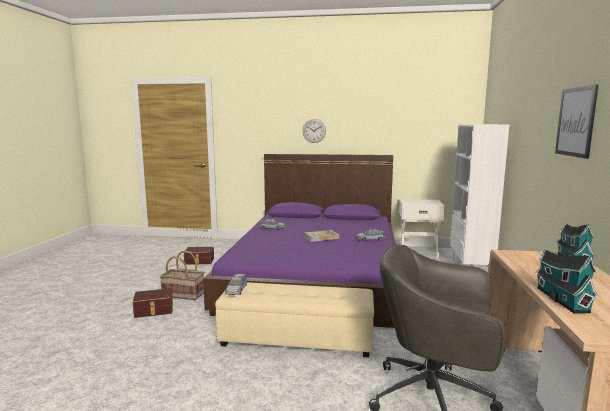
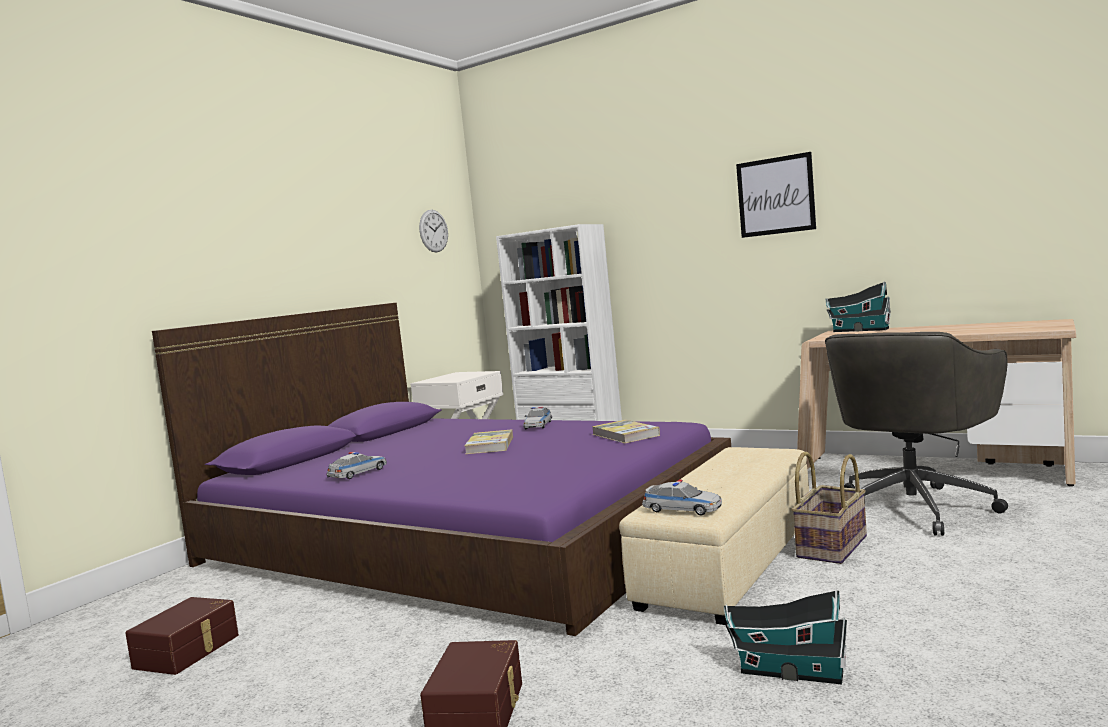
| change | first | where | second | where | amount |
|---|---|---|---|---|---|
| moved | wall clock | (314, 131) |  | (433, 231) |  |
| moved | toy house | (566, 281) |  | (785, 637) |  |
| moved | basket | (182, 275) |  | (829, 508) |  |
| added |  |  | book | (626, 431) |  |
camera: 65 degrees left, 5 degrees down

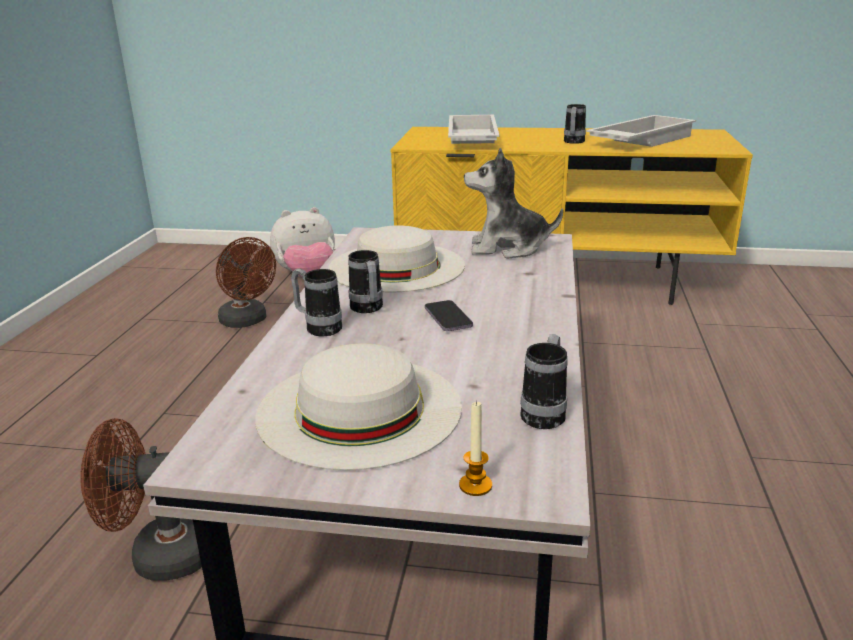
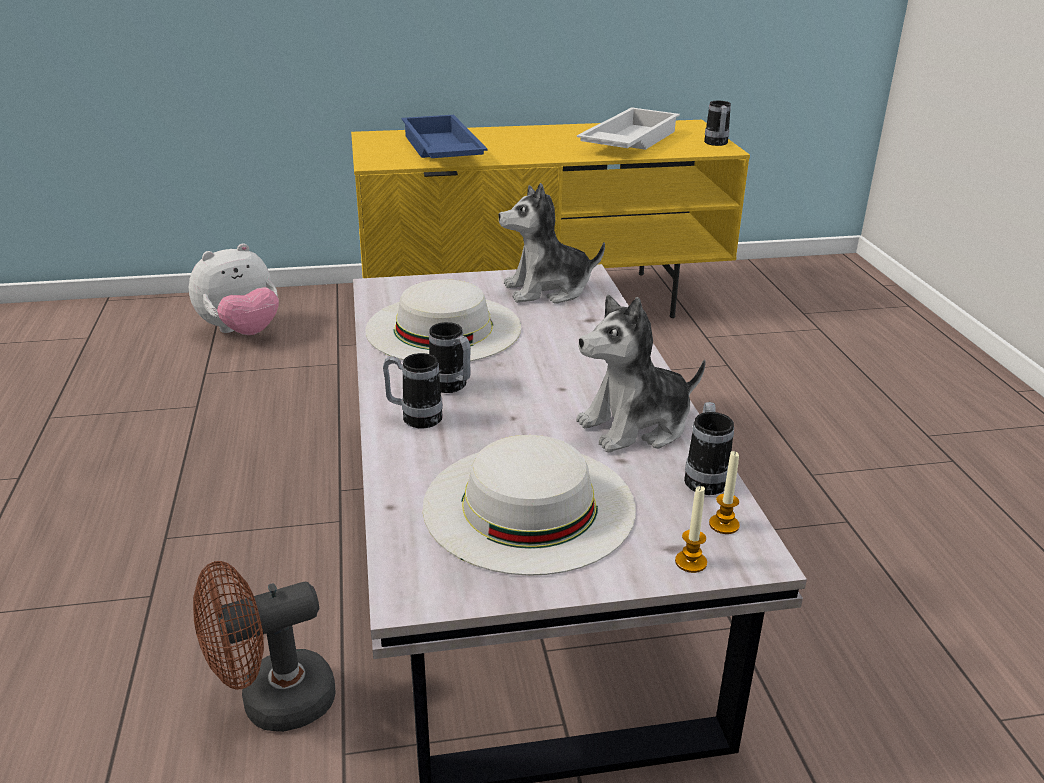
| change | first | where | second | where | amount |
|---|---|---|---|---|---|
| moved | mug | (575, 124) |  | (717, 123) |  |
| recoloured | white tray | (474, 129) | blue tray | (444, 136) |  |
| removed | brown fan | (246, 282) |  |  |  |
| removed | phone | (449, 315) |  |  |  |
| added |  |  | plush toy | (641, 373) |  |
| added |  |  | candle | (724, 492) |  |
camera: 20 degrees left, 5 degrees up

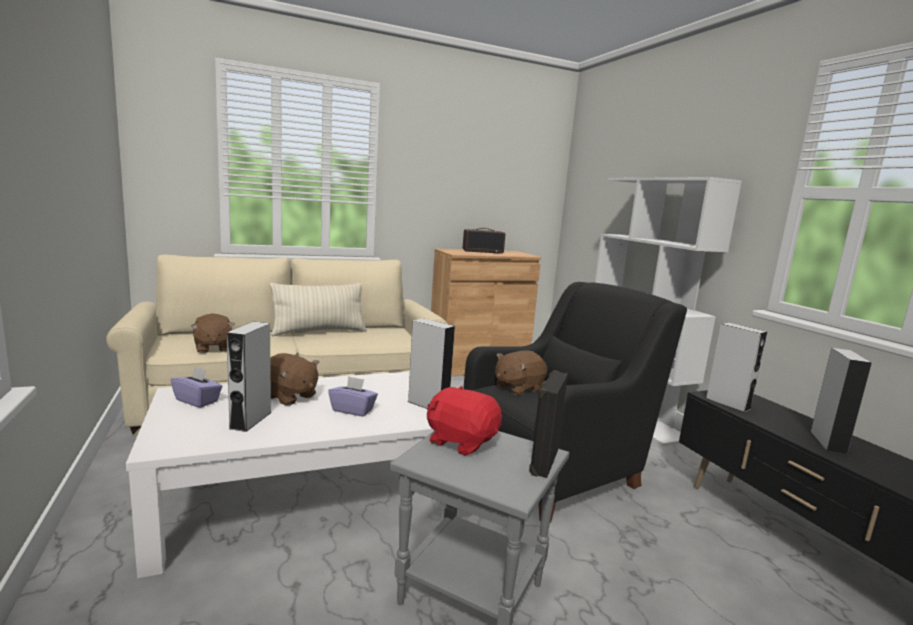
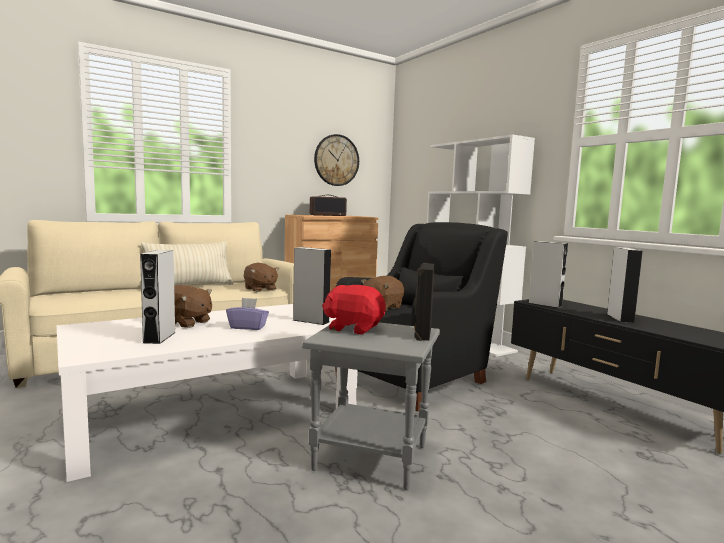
| change | first | where | second | where | amount |
|---|---|---|---|---|---|
| moved | brown plush toy | (213, 333) |  | (261, 277) |  |
| removed | purple tissue box | (197, 387) |  |  |  |
| added |  |  | wall clock | (336, 160) |  |
camera: 10 degrees left, 5 degrees down

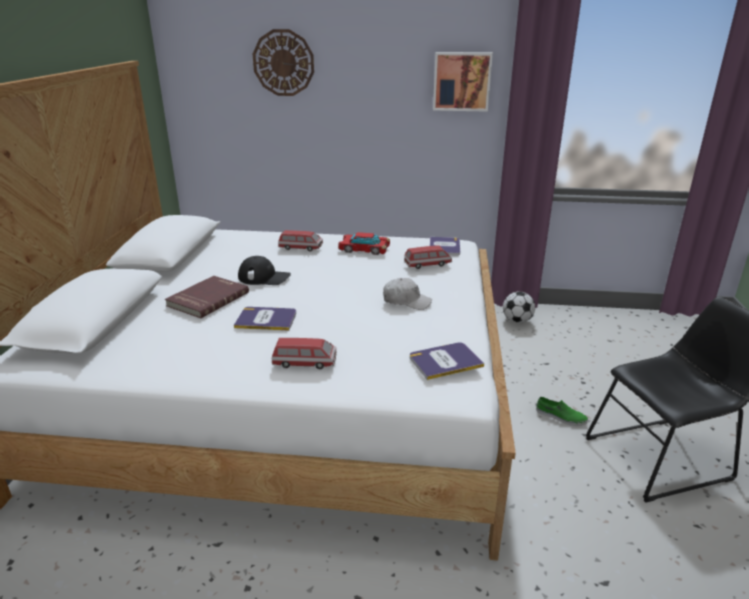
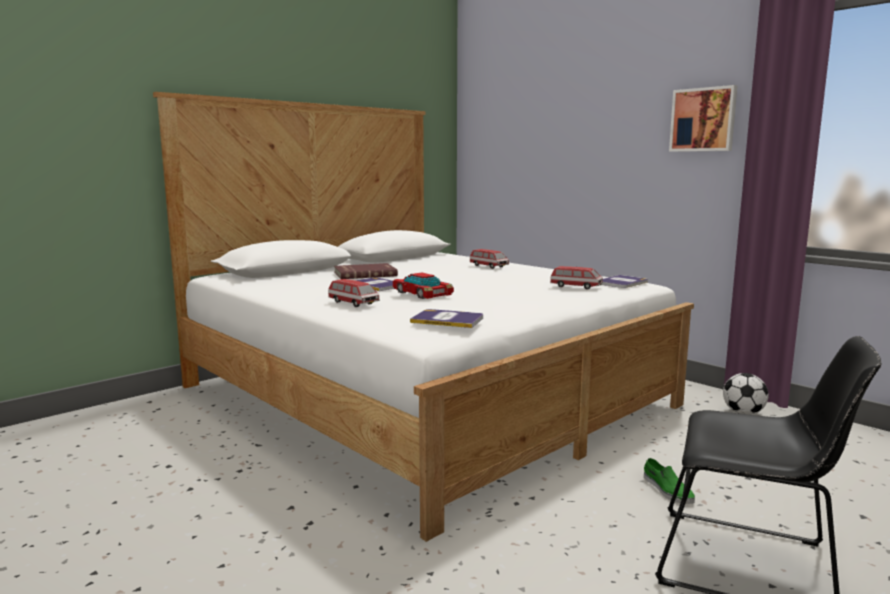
| change | first | where | second | where | amount |
|---|---|---|---|---|---|
| removed | wall clock | (283, 62) |  |  |  |
| moved | toy car | (364, 243) |  | (423, 286) |  |
| removed | black cap | (264, 270) |  |  |  |
| removed | white cap | (407, 294) |  |  |  |
camera: 40 degrees right, 15 degrees down

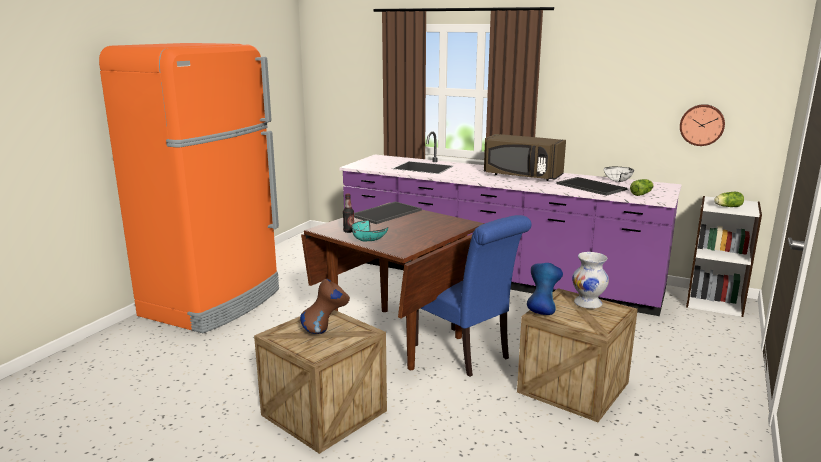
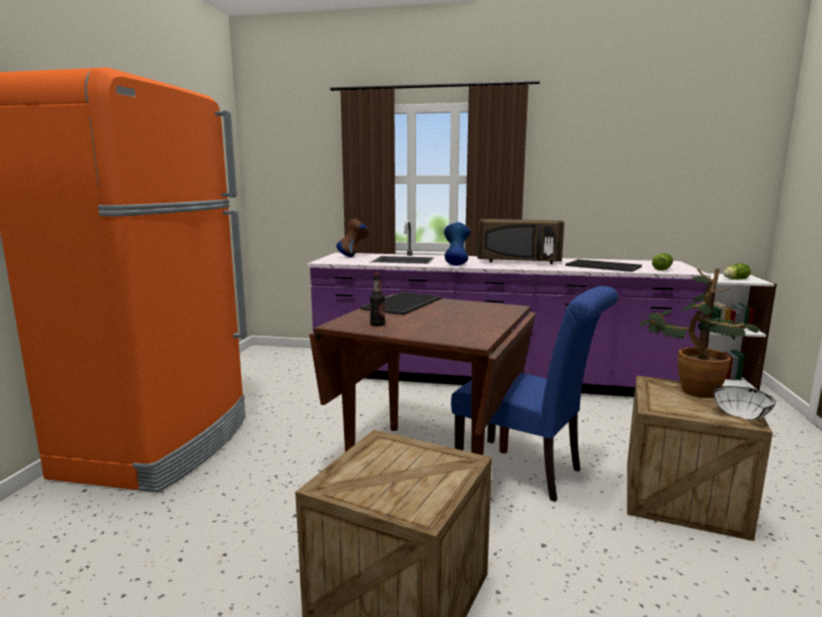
| change | first | where | second | where | amount |
|---|---|---|---|---|---|
| removed | wall clock | (702, 125) |  |  |  |
| moved | white bowl | (619, 174) |  | (744, 403) |  |
| removed | turquoise bowl | (369, 231) |  |  |  |
| replaced | white vase | (590, 280) | potted plant | (699, 333) |  |
| moved | blue vase | (545, 289) |  | (457, 243) |  |
| moved | brown vase | (325, 306) |  | (352, 237) |  |
camera: 15 degrees left, 5 degrees down

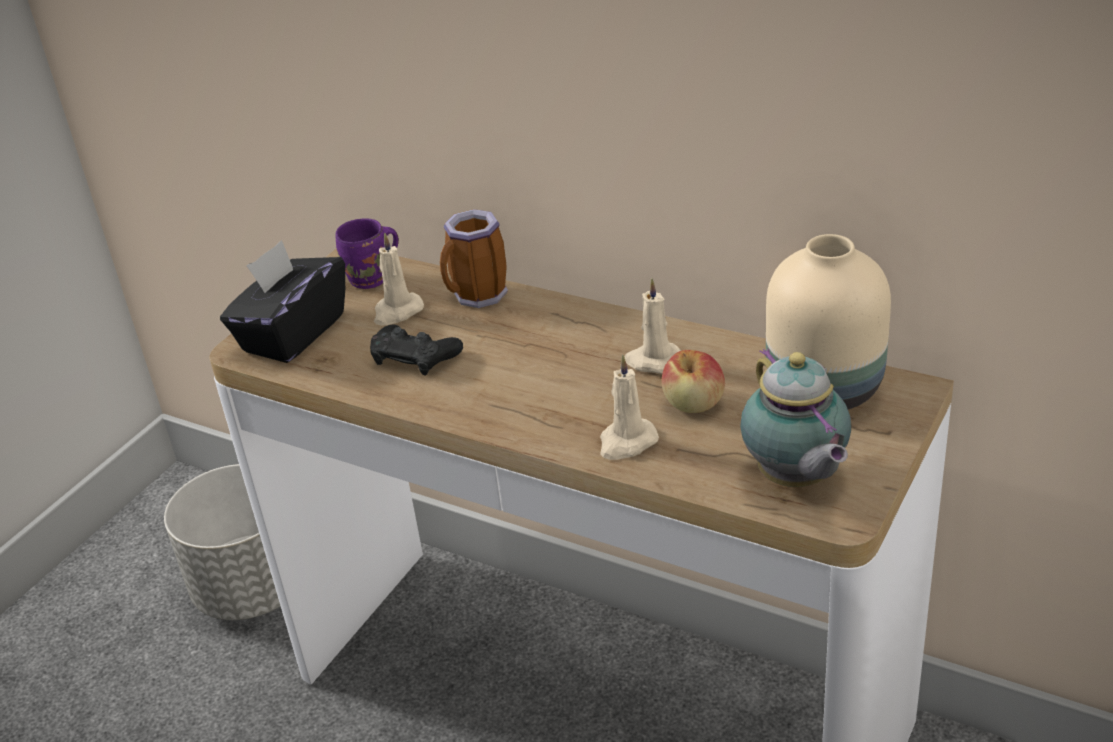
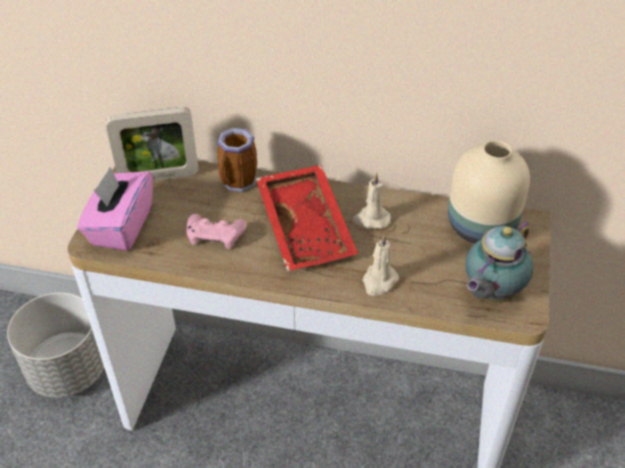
| change | first | where | second | where | amount |
|---|---|---|---|---|---|
| replaced | purple mug | (367, 253) | picture frame | (152, 144) |  |
| removed | beige candle | (399, 279) |  |  |  |
| recoloured | black tissue box | (282, 301) | pink tissue box | (115, 209) |  |
| recoloured | black game controller | (416, 349) | pink game controller | (217, 231) |  |
| turned | teapot | (795, 417) |  | (499, 262) | 75 degrees clockwise |
| removed | apple | (693, 381) |  |  |  |
| added |  |  | red tray | (307, 218) |  |
camera: 20 degrees left, 10 degrees up

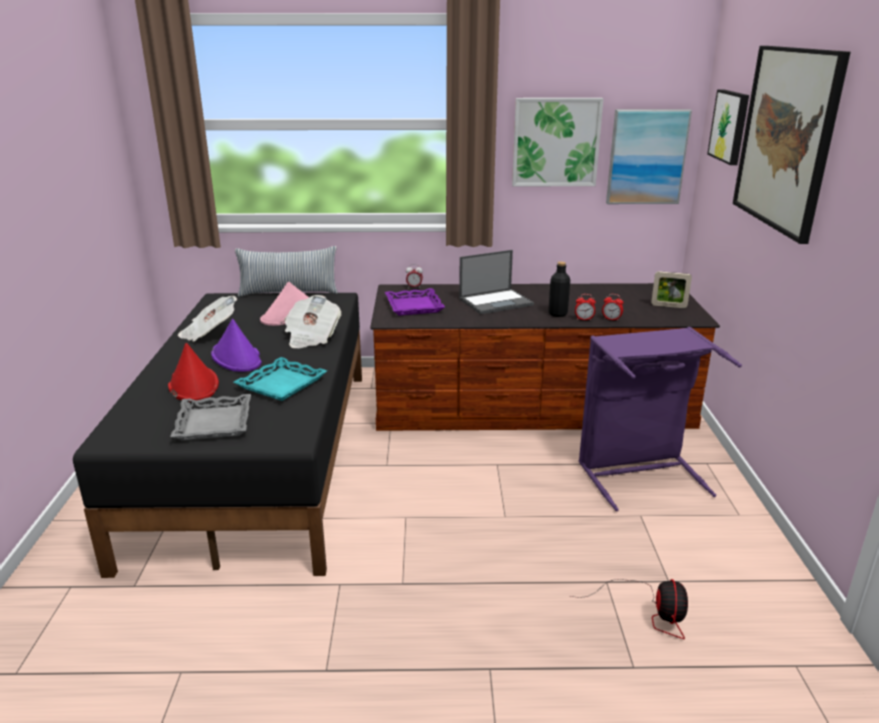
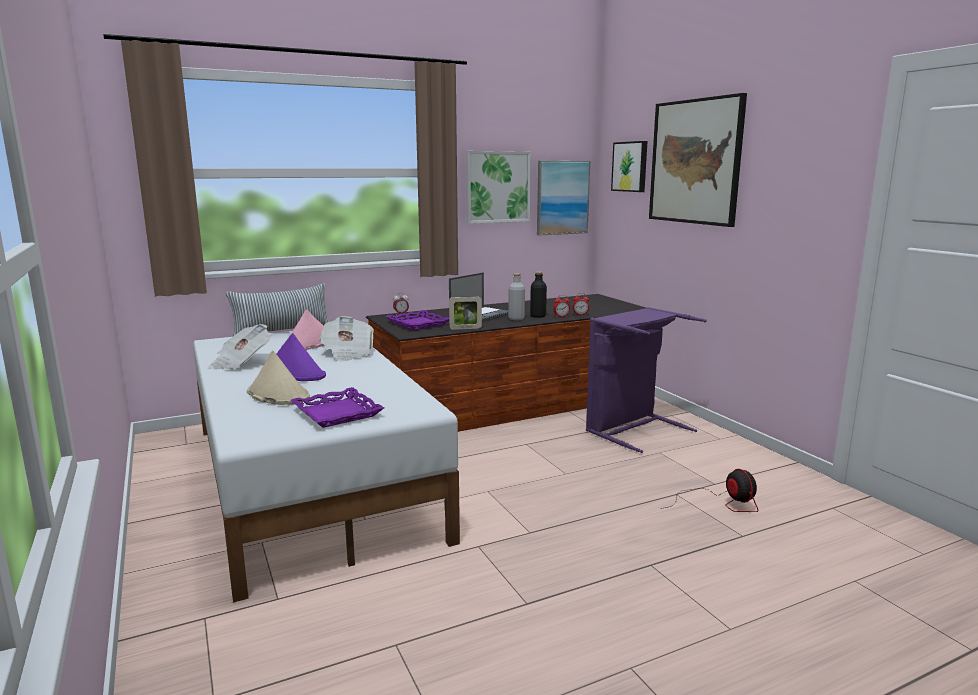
| change | first | where | second | where | amount |
|---|---|---|---|---|---|
| moved | picture frame | (671, 289) |  | (465, 313) |  |
| recoloured | black bed | (217, 435) | white bed | (326, 466) |  |
| recoloured | red hat | (193, 372) | beige hat | (278, 377) |  |
| removed | turquoise tray | (280, 379) |  |  |  |
| recoloured | grey tray | (210, 417) | purple tray | (337, 407) |  |
| added |  |  | grey bottle | (516, 297) |  |
camera: 25 degrees left, 10 degrees down

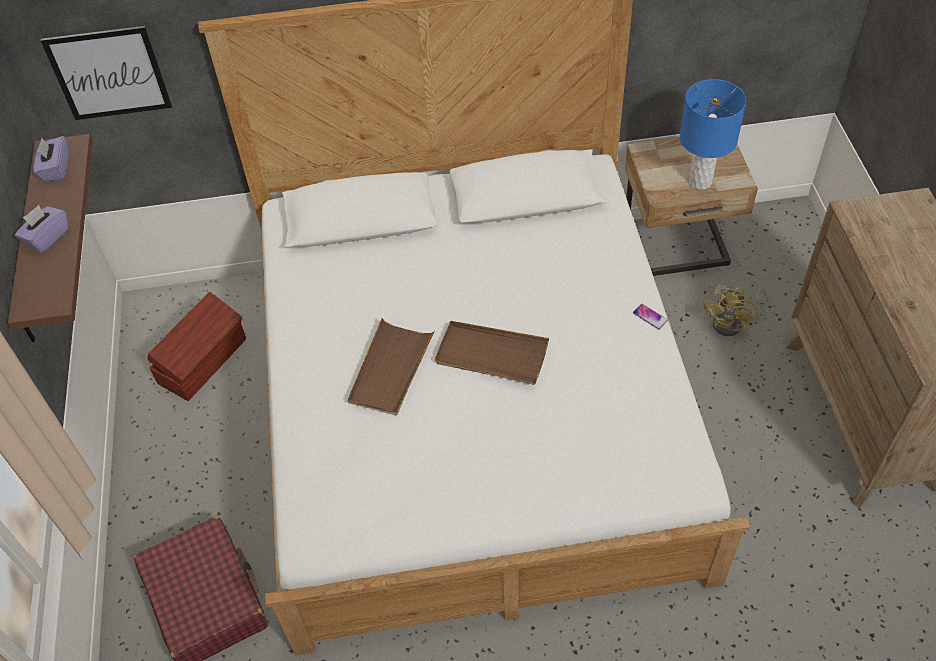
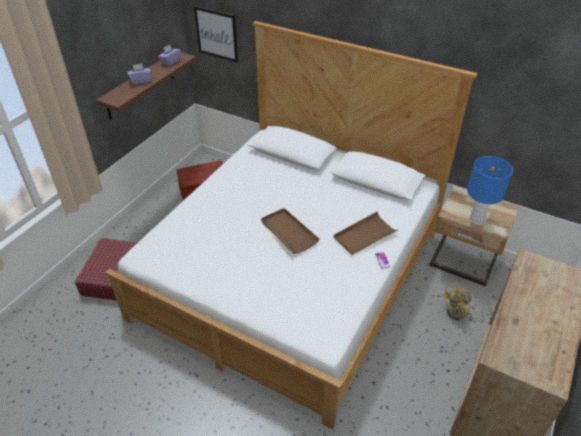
| change | first | where | second | where | amount |
|---|---|---|---|---|---|
| moved | brown tray | (391, 367) |  | (366, 233) |  |
camera: 35 degrees right, 10 degrees down

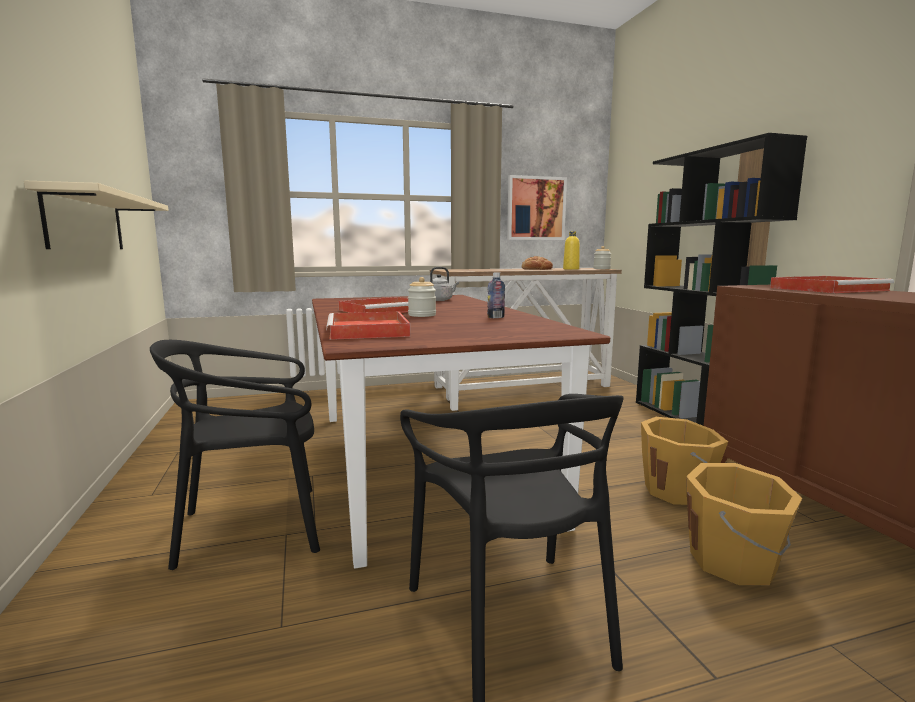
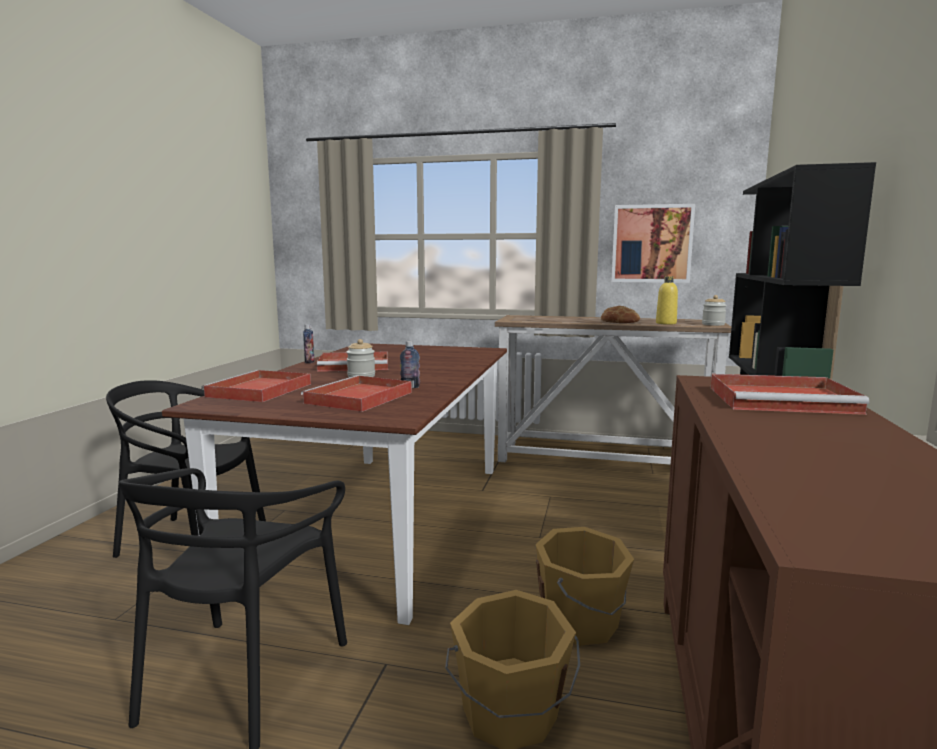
| change | first | where | second | where | amount |
|---|---|---|---|---|---|
| removed | beige shelf | (96, 215) |  |  |  |
| removed | grey kettle | (444, 284) |  |  |  |
| added |  |  | bottle | (308, 343) |  |
| added |  |  | red tray | (356, 393) |  |
camera: 30 degrees right, 0 degrees up

